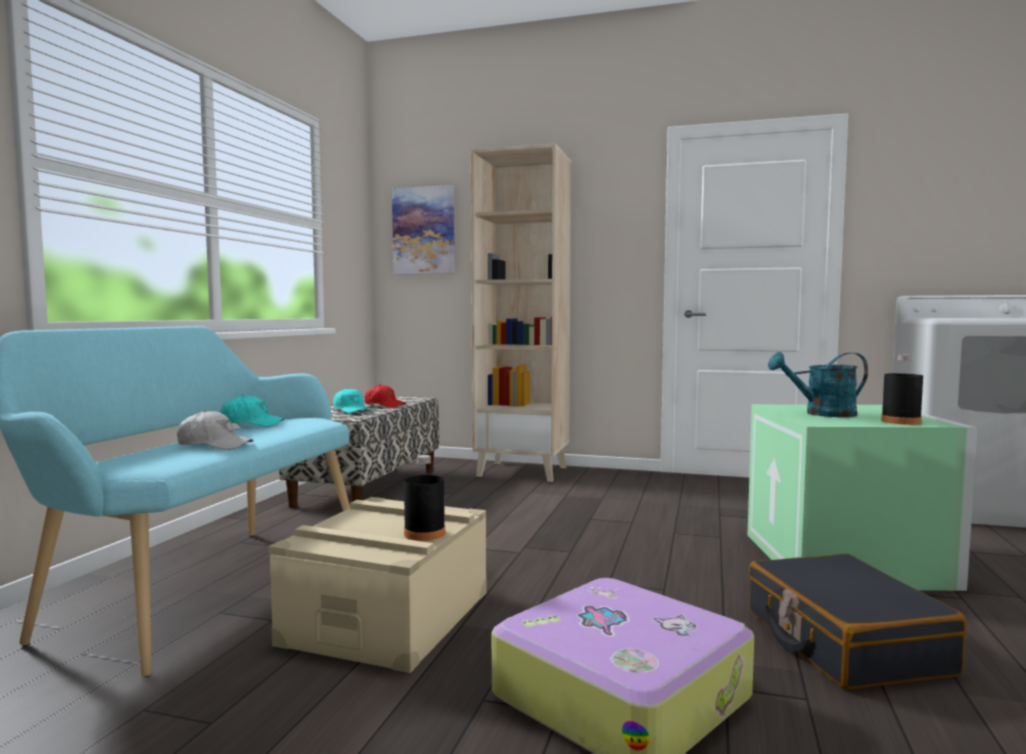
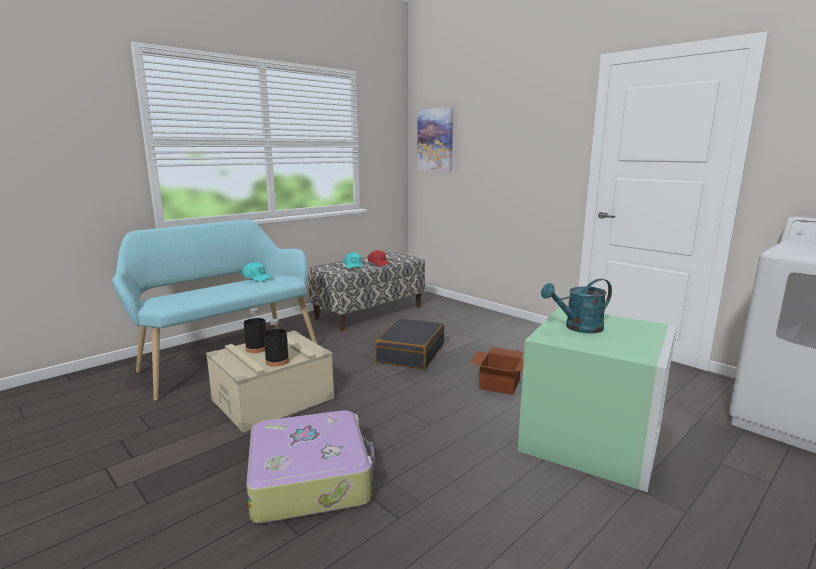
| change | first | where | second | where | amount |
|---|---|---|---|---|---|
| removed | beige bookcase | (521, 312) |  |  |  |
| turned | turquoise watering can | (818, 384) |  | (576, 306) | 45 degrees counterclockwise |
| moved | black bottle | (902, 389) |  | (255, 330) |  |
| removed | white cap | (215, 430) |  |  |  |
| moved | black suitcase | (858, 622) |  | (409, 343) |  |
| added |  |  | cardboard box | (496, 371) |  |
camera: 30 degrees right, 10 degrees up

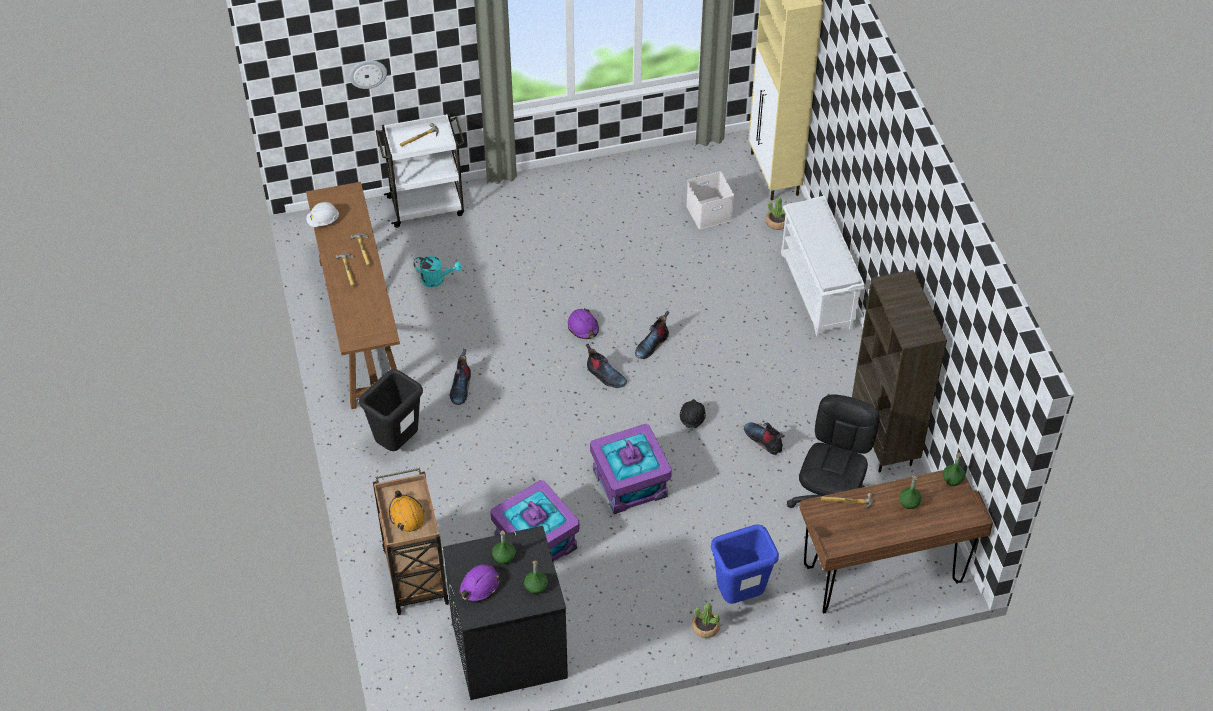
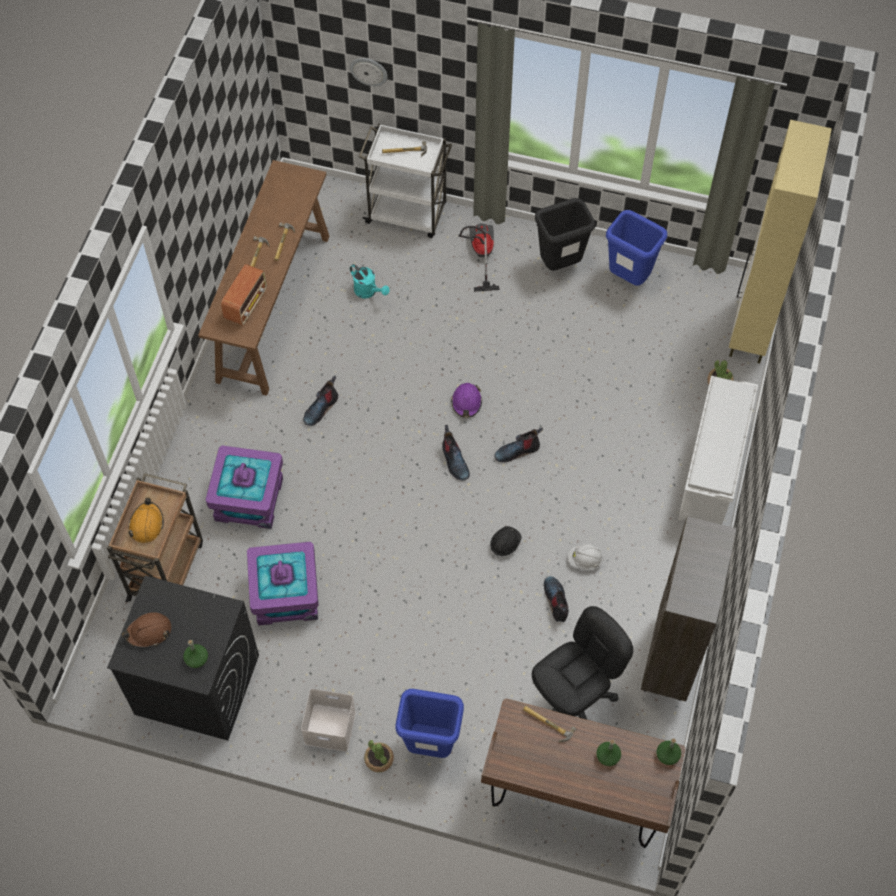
| change | first | where | second | where | amount |
|---|---|---|---|---|---|
| moved | white storage box | (710, 200) |  | (328, 720) |  |
| moved | white hard hat | (322, 214) |  | (586, 557) |  |
| moved | black trash can | (391, 410) |  | (565, 234) |  |
| moved | purple storage box | (631, 469) |  | (244, 487) |  |
| removed | green bottle | (504, 547) |  |  |  |
| recoloured | purple hard hat | (480, 583) | brown hard hat | (146, 630) |  |
| added |  |  | blue trash can | (636, 248) |  |
| added |  |  | vacuum cleaner | (479, 257) |  |
| added |  |  | radio | (244, 294) |  |
camera: 30 degrees right, 10 degrees up

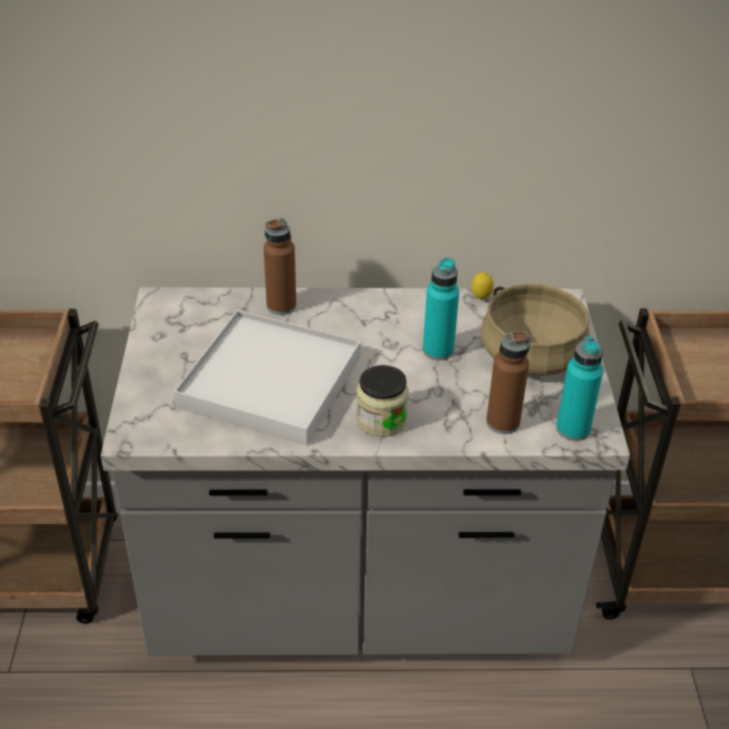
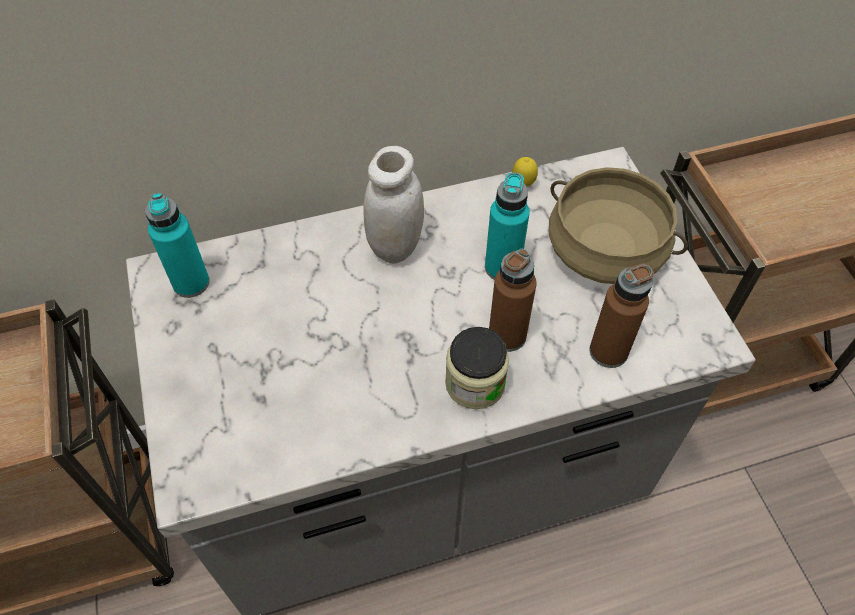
| change | first | where | second | where | amount |
|---|---|---|---|---|---|
| moved | brown bottle | (280, 266) |  | (513, 300) |  |
| removed | white tray | (267, 377) |  |  |  |
| moved | turquoise bottle | (579, 388) |  | (177, 245) |  |
| added |  |  | white jar | (393, 204) |  |
camera: 15 degrees left, 15 degrees up

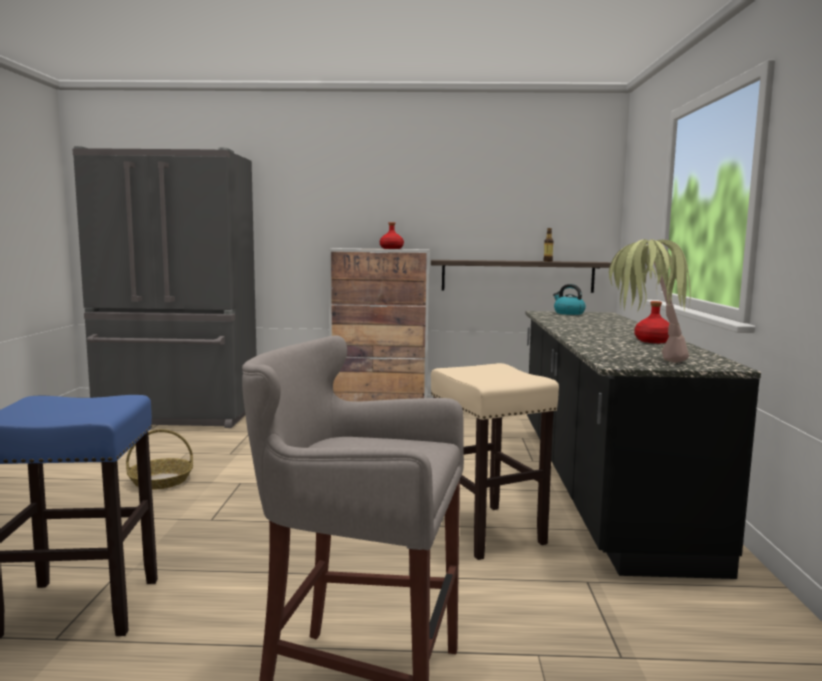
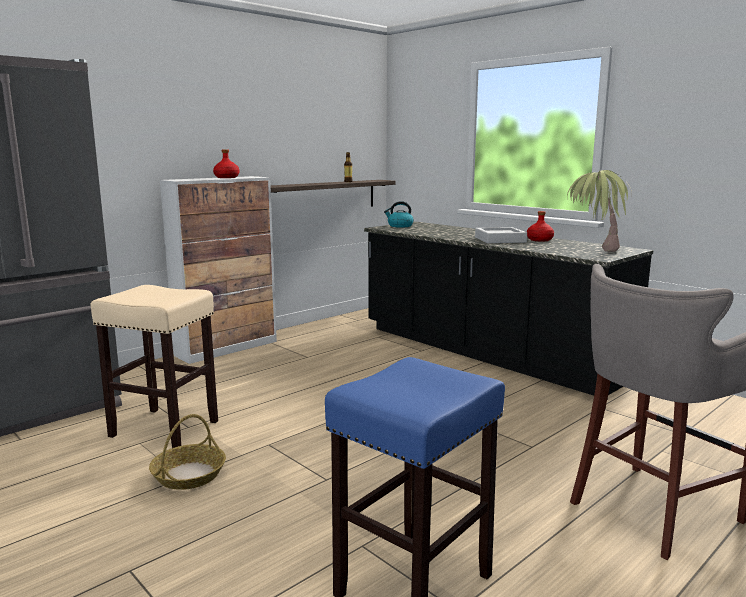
| change | first | where | second | where | amount |
|---|---|---|---|---|---|
| moved | beige stool | (495, 461) |  | (154, 366) |  |
| added |  |  | grey tray | (501, 235) |  |
camera: 45 degrees left, 5 degrees up

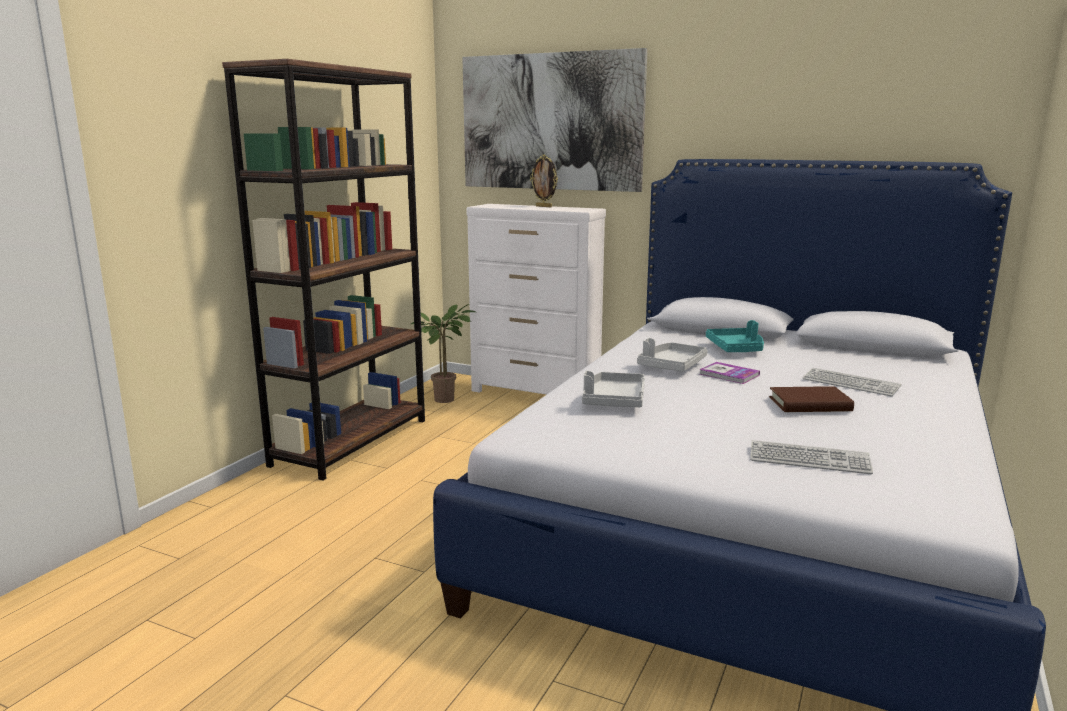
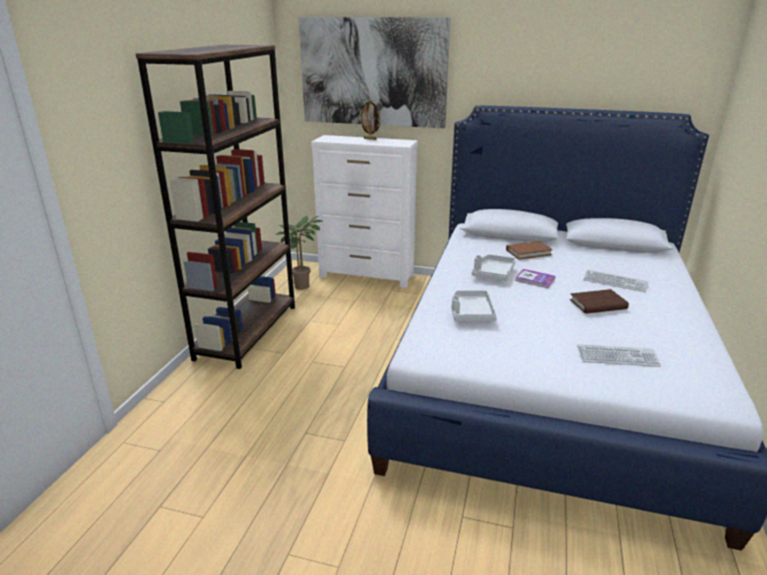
| change | first | where | second | where | amount |
|---|---|---|---|---|---|
| replaced | turquoise tray | (735, 336) | brown book | (529, 250) |  |
camera: 10 degrees left, 10 degrees up

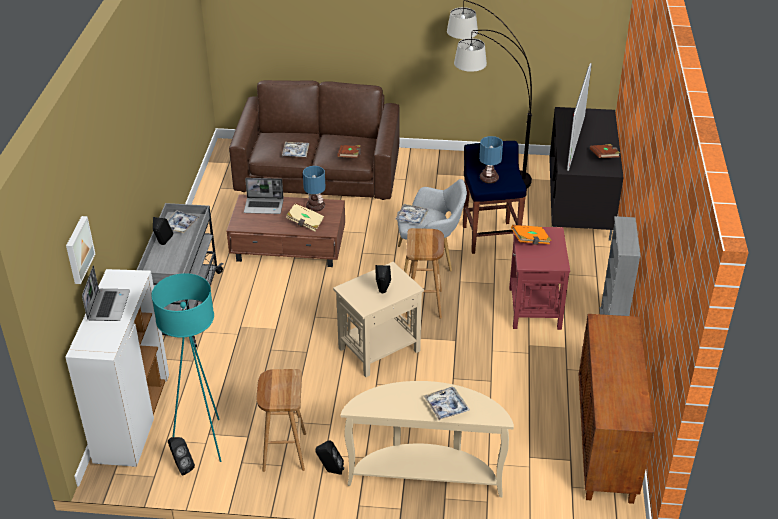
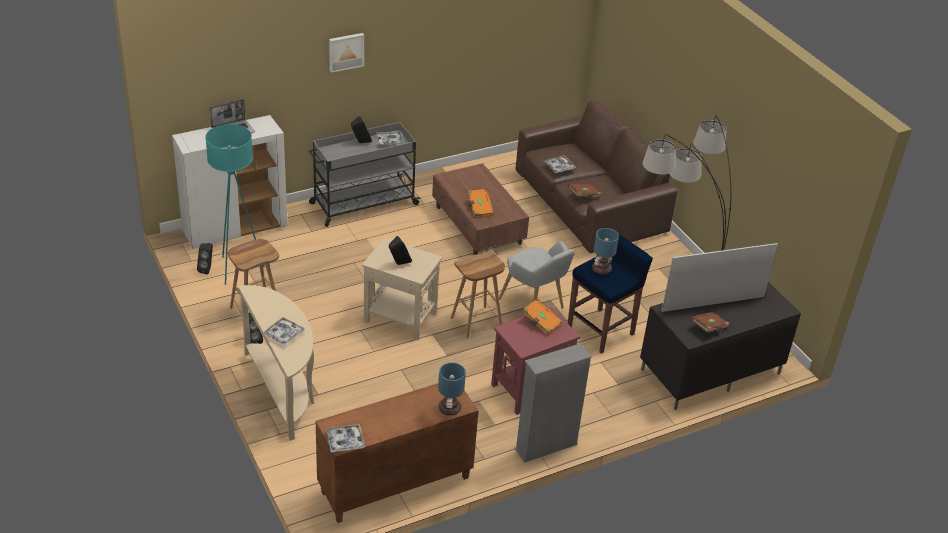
| change | first | where | second | where | amount |
|---|---|---|---|---|---|
| moved | table lamp | (314, 189) |  | (452, 389) |  |
| removed | laptop | (264, 196) |  |  |  |
| recoloured | beige book | (305, 217) | orange book | (481, 203) |  |
| moved | tray | (412, 214) |  | (345, 438) |  |
| moved | picture | (80, 250) |  | (346, 53) |  |
camera: 55 degrees right, 0 degrees up

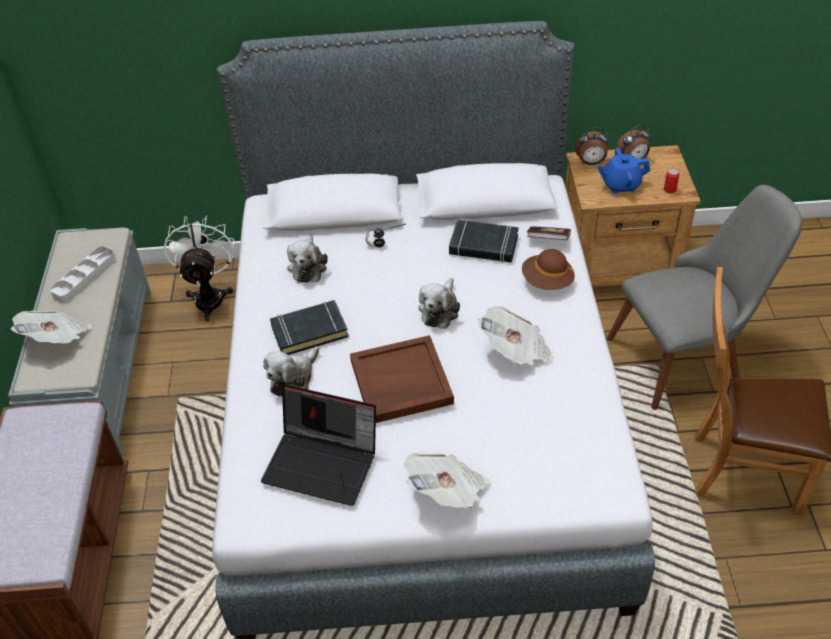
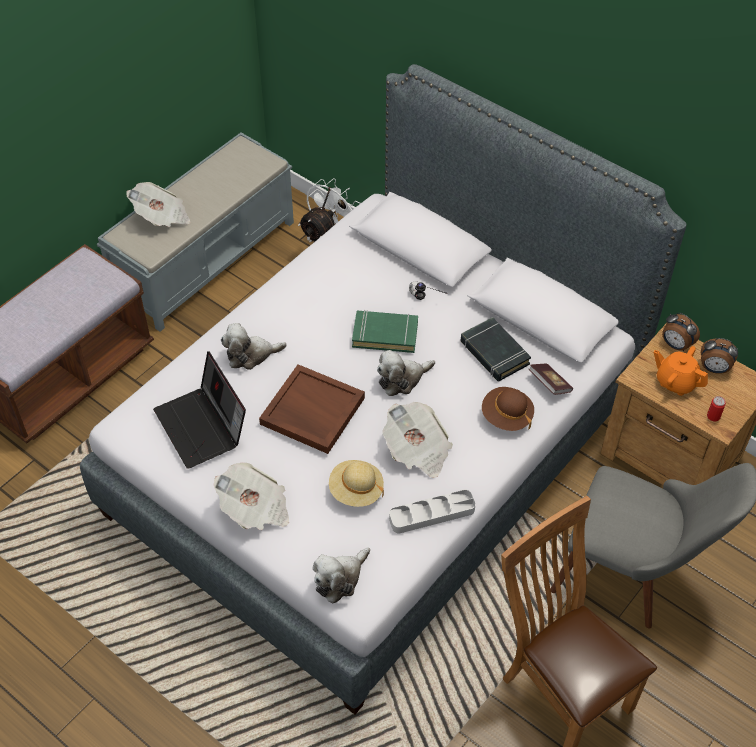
| change | first | where | second | where | amount |
|---|---|---|---|---|---|
| recoloured | blue teapot | (623, 171) | orange teapot | (681, 371) |  |
| moved | plush toy | (307, 259) |  | (341, 575) |  |
| moved | grey tray | (83, 274) |  | (432, 511) |  |
| removed | black book | (309, 327) |  |  |  |
| added |  |  | green book | (385, 331) |  |
| added |  |  | beige hat | (356, 483) |  |
camera: 40 degrees right, 5 degrees up

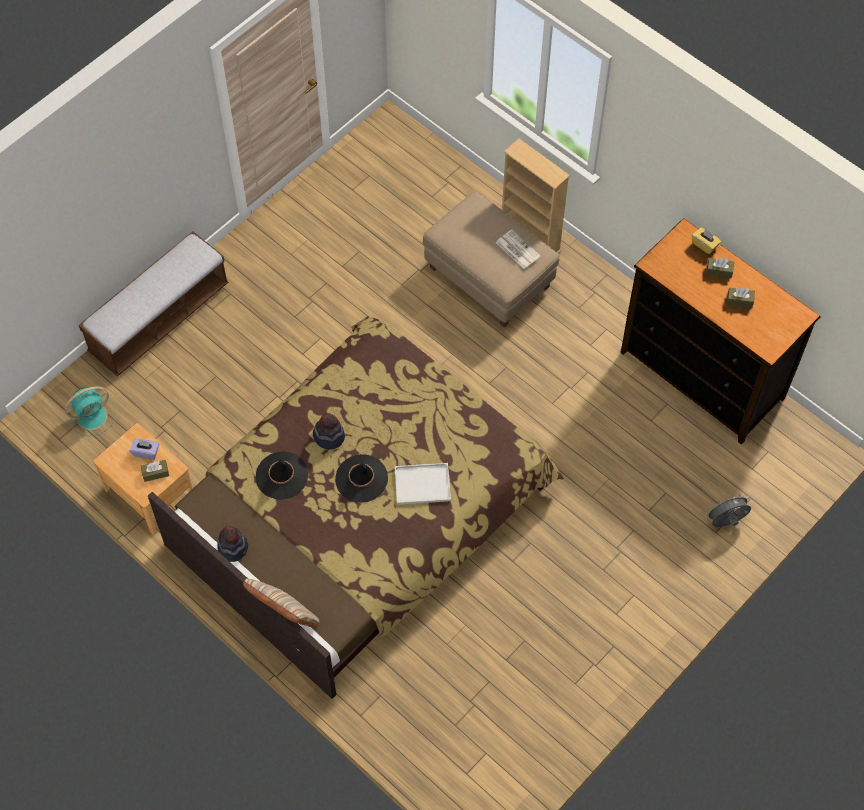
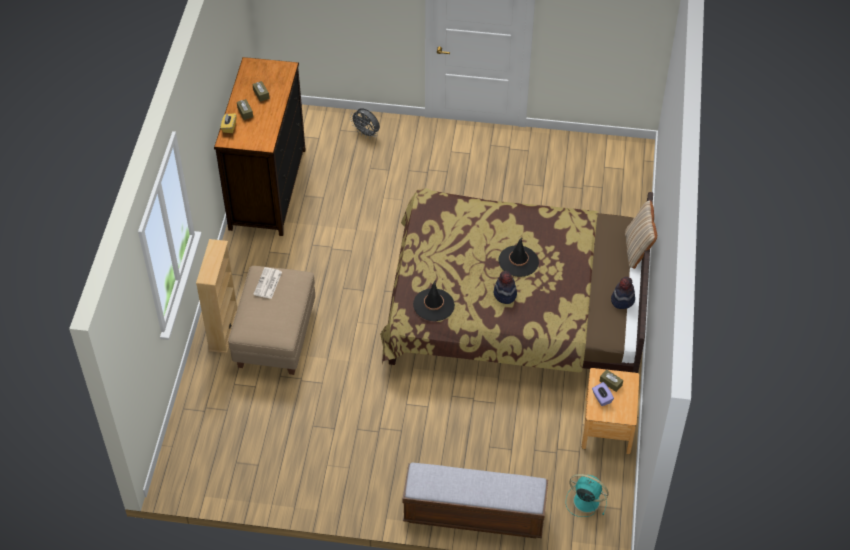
| change | first | where | second | where | amount |
|---|---|---|---|---|---|
| moved | black hat | (282, 475) |  | (434, 301) |  |
| removed | white tray | (423, 484) |  |  |  |
camera: 125 degrees left, 10 degrees down

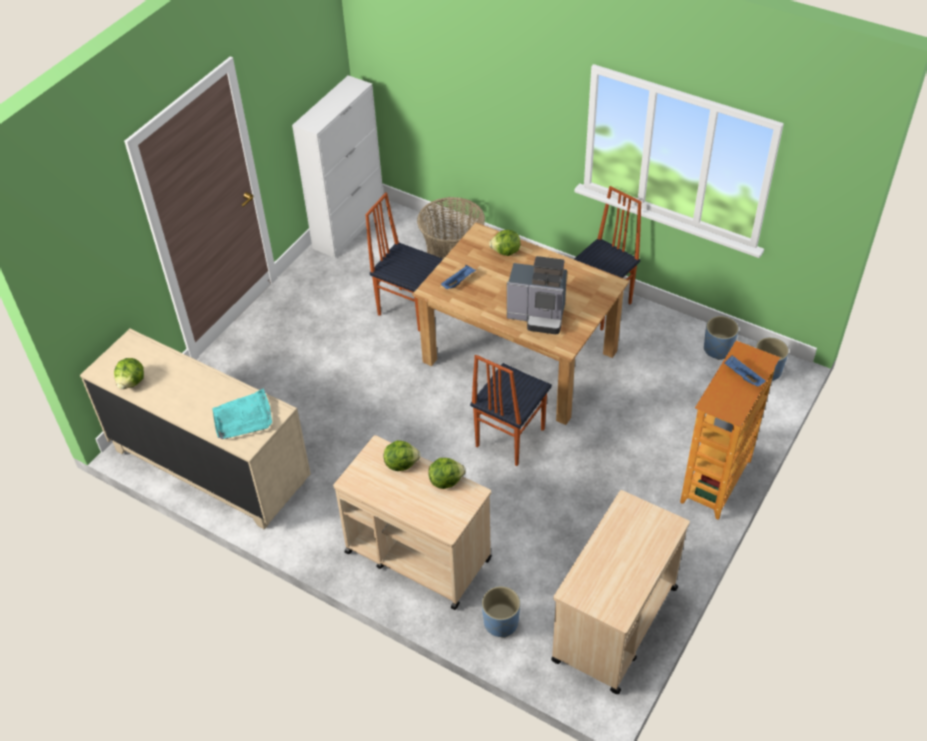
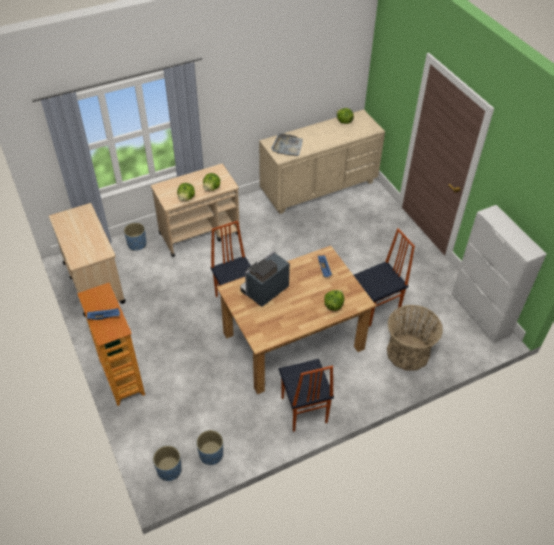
| change | first | where | second | where | amount |
|---|---|---|---|---|---|
| recoloured | turquoise tray | (242, 414) | grey tray | (287, 144) |  |
camera: 120 degrees right, 0 degrees up

